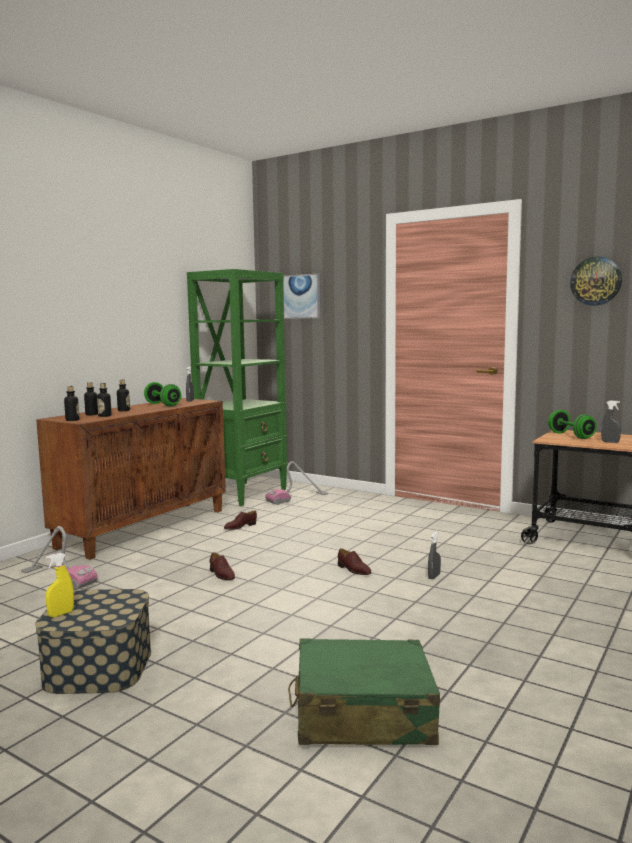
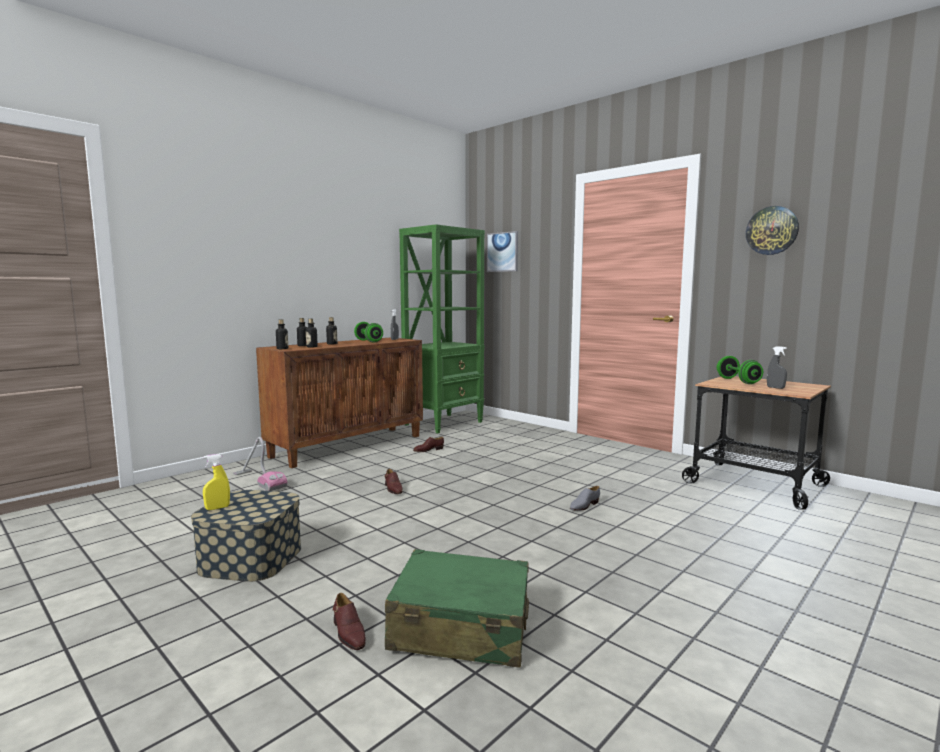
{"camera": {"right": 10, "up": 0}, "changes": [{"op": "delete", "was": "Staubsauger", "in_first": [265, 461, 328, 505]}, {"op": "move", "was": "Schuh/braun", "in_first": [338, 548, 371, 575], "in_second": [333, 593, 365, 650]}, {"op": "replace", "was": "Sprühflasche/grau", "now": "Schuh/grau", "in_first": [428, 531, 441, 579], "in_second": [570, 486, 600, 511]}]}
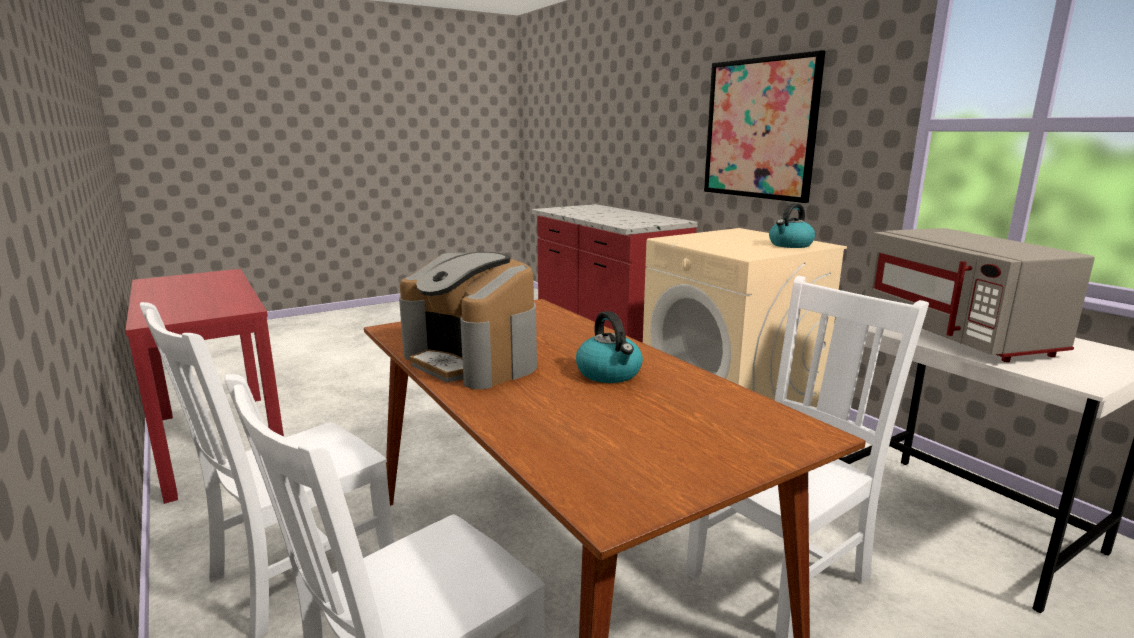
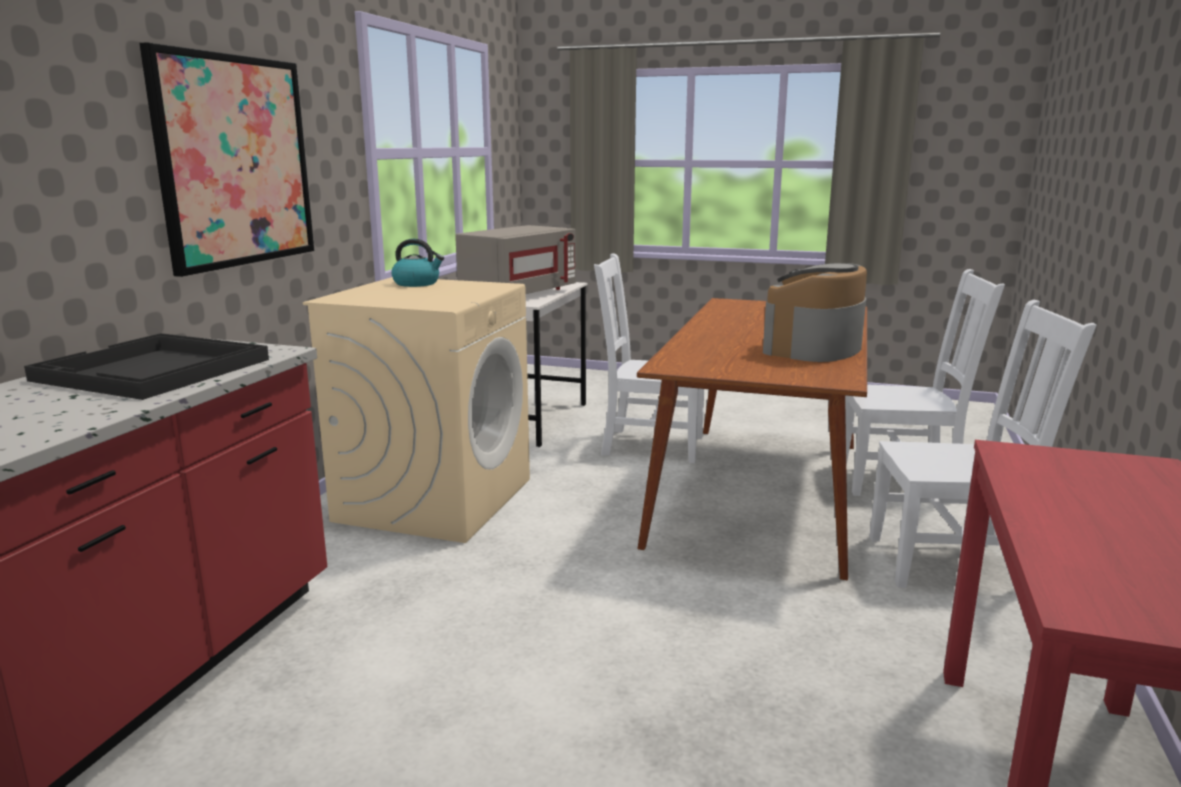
{"camera": {"right": -130, "up": 0}, "changes": [{"op": "rotate", "was": "Kaffeemaschine", "in_first": [399, 252, 537, 389], "in_second": [763, 263, 867, 362], "clockwise": -150}, {"op": "delete", "was": "Wasserkessel", "in_first": [576, 311, 643, 383]}, {"op": "insert", "now": "Tablett/schwarz", "in_second": [24, 333, 269, 400]}]}
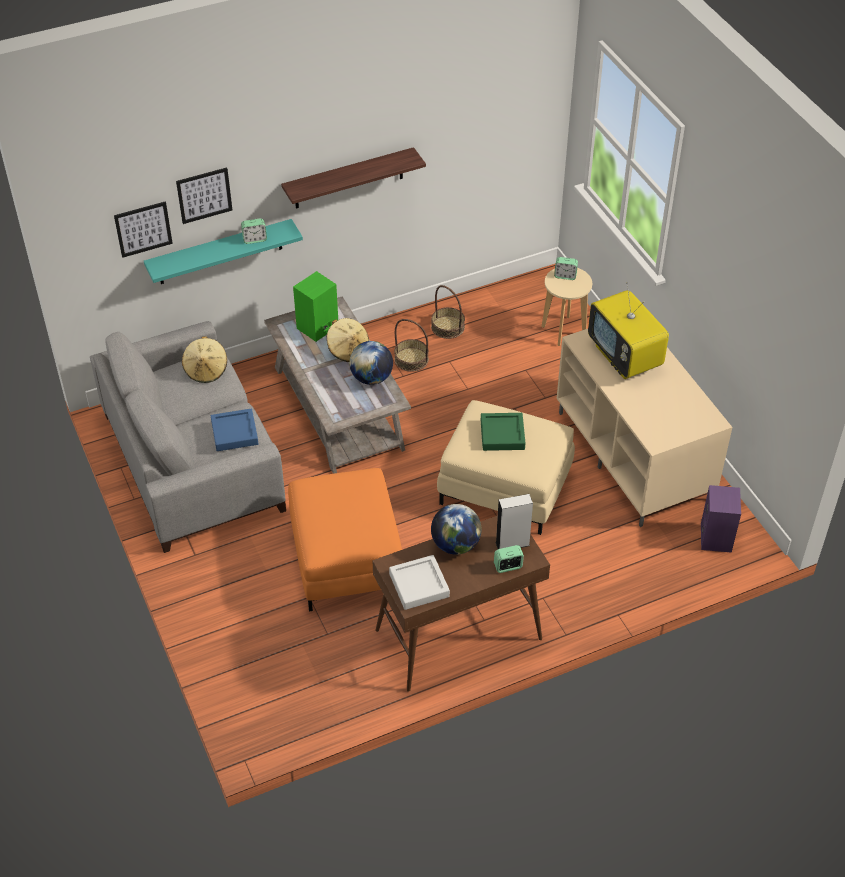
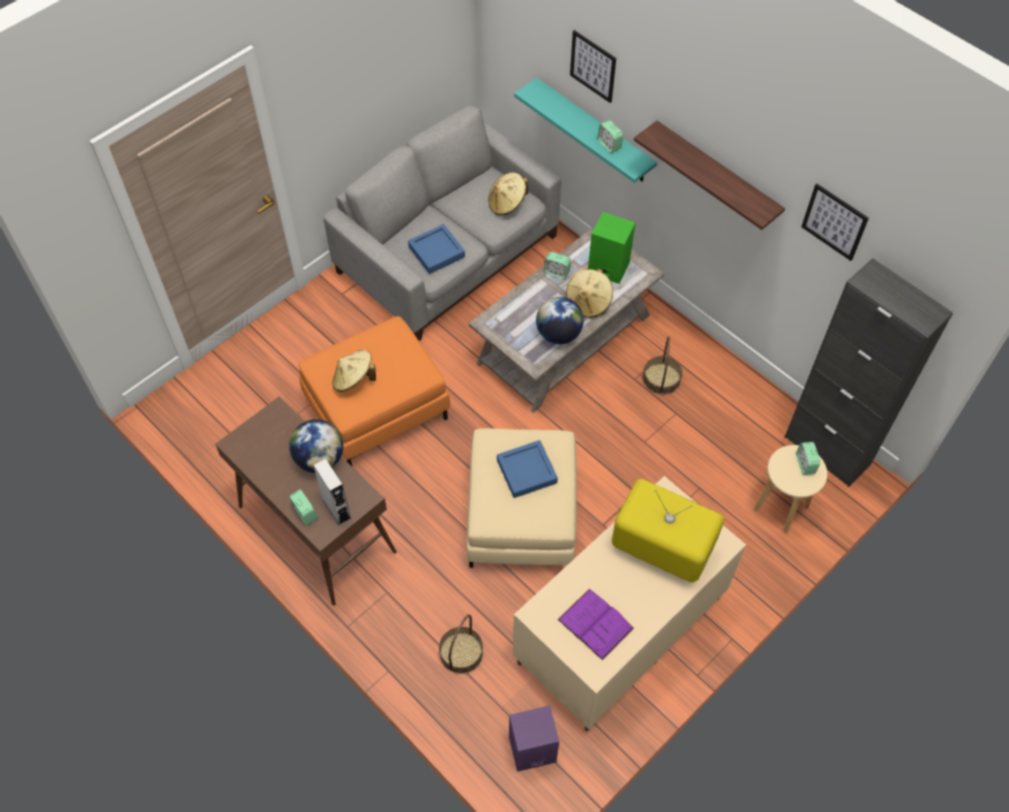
{"camera": {"right": 70, "up": 10}, "changes": [{"op": "move", "was": "Bild", "in_first": [114, 202, 173, 258], "in_second": [801, 183, 869, 261]}, {"op": "delete", "was": "Tablett/grau", "in_first": [389, 555, 450, 610]}, {"op": "move", "was": "Korb", "in_first": [431, 285, 465, 339], "in_second": [439, 614, 483, 674]}, {"op": "recolor", "was": "Tablett/grün", "now": "Tablett/blau", "in_first": [481, 413, 525, 451], "in_second": [497, 440, 558, 498]}, {"op": "rotate", "was": "Fernseher", "in_first": [588, 282, 669, 379], "in_second": [612, 479, 724, 582], "clockwise": 75}, {"op": "insert", "now": "Hut/beige", "in_second": [332, 350, 376, 392]}, {"op": "insert", "now": "Wecker", "in_second": [544, 252, 571, 279]}, {"op": "insert", "now": "Buch/lila", "in_second": [558, 589, 634, 661]}, {"op": "insert", "now": "Schrank/schwarz", "in_second": [785, 258, 953, 487]}]}
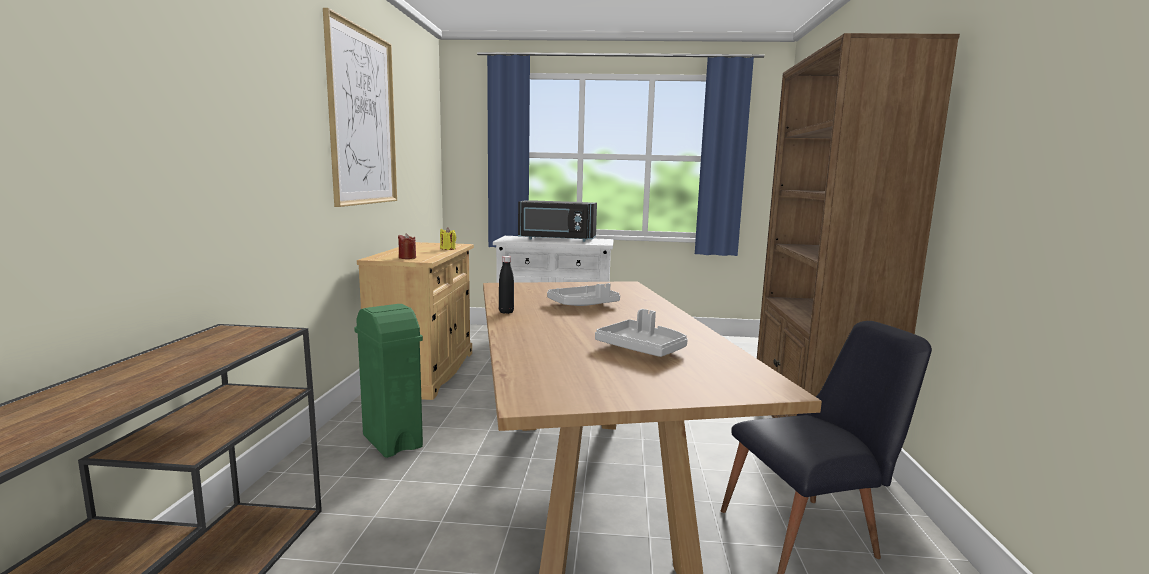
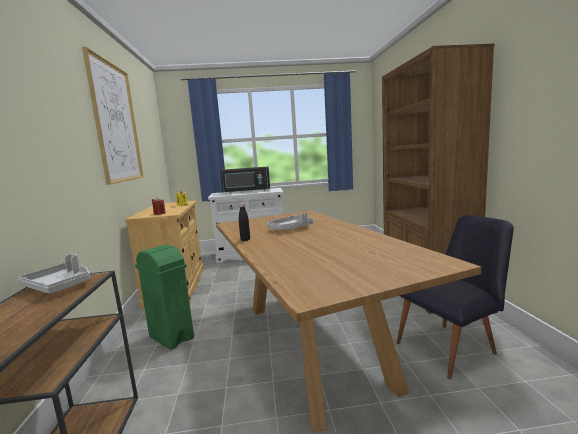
{"camera": {"right": -10, "up": 0}, "changes": [{"op": "move", "was": "Tablett/grau", "in_first": [595, 309, 688, 357], "in_second": [18, 254, 90, 294]}]}
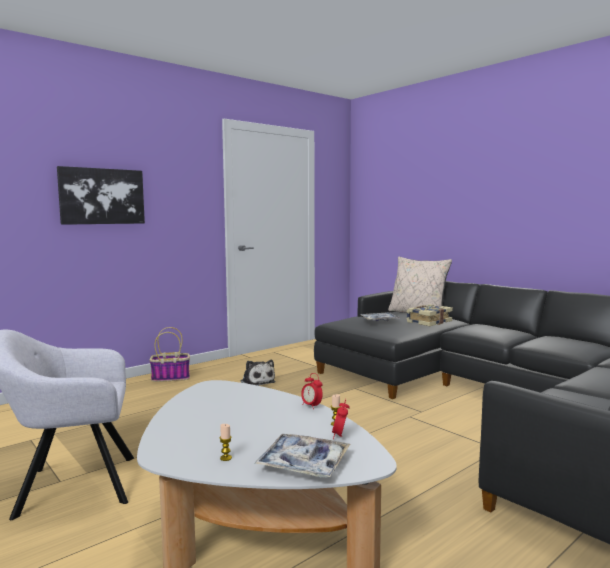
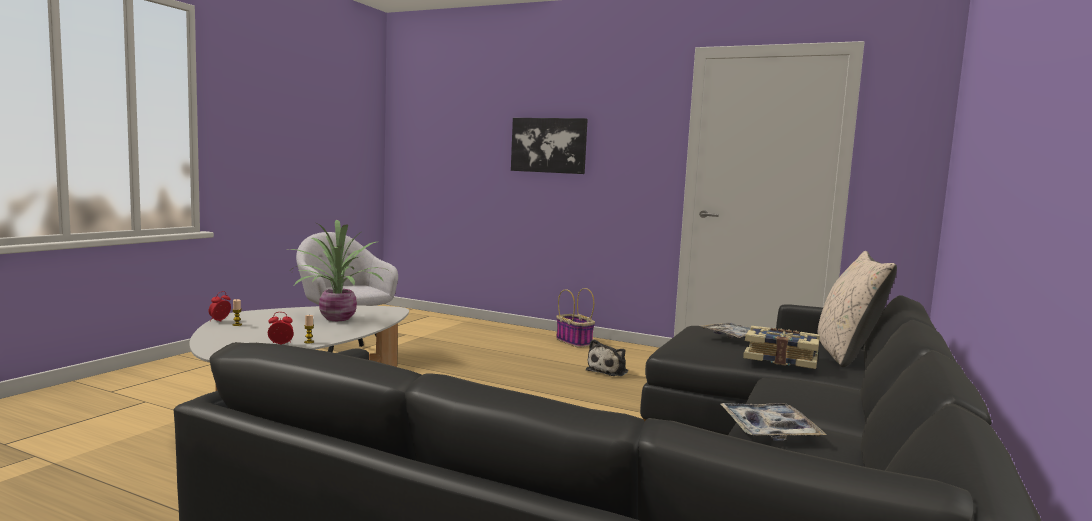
{"camera": {"right": 65, "up": 0}, "changes": [{"op": "move", "was": "Tablett", "in_first": [254, 434, 350, 478], "in_second": [721, 403, 827, 441]}, {"op": "move", "was": "Wecker", "in_first": [301, 373, 323, 410], "in_second": [209, 291, 231, 322]}, {"op": "insert", "now": "Topfpflanze", "in_second": [286, 220, 388, 321]}]}
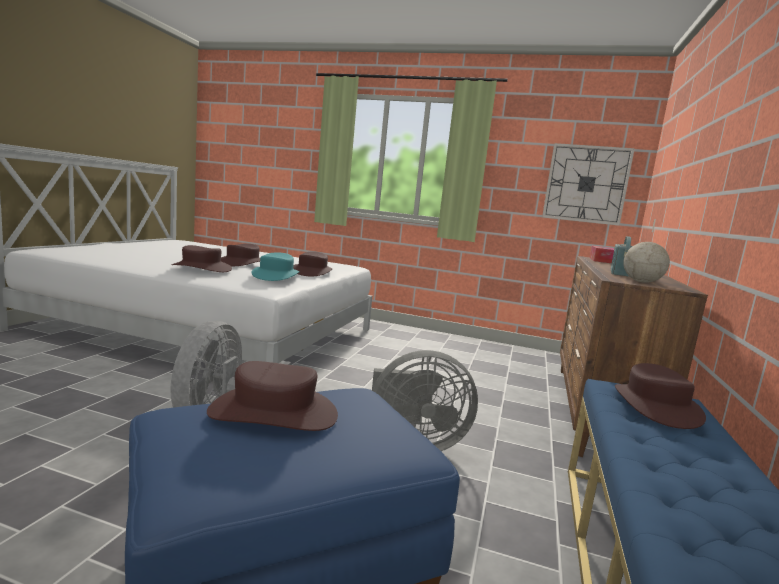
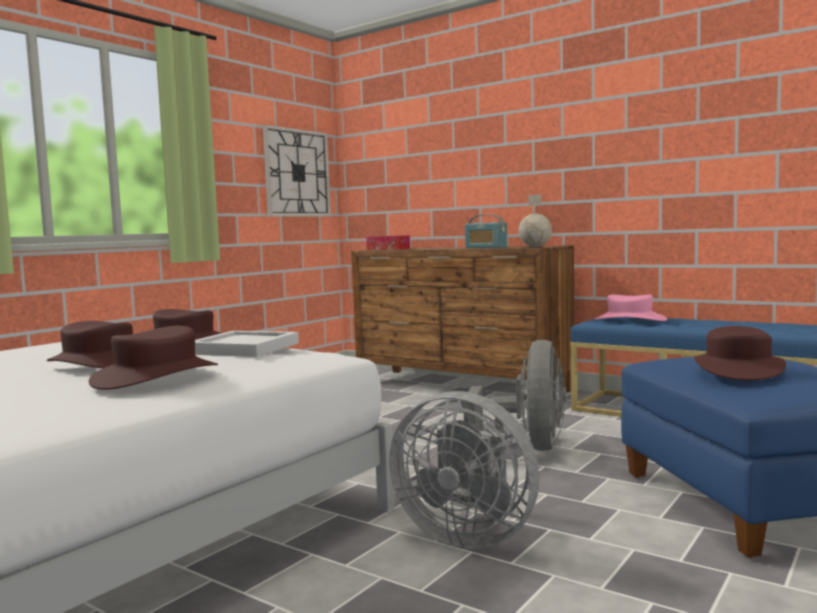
{"camera": {"right": -70, "up": -5}, "changes": [{"op": "replace", "was": "Hut/türkis", "now": "Tablett/weiß", "in_first": [252, 252, 300, 281], "in_second": [195, 331, 299, 357]}, {"op": "recolor", "was": "Hut/braun", "now": "Hut/rosa", "in_first": [615, 363, 706, 429], "in_second": [595, 294, 667, 321]}]}
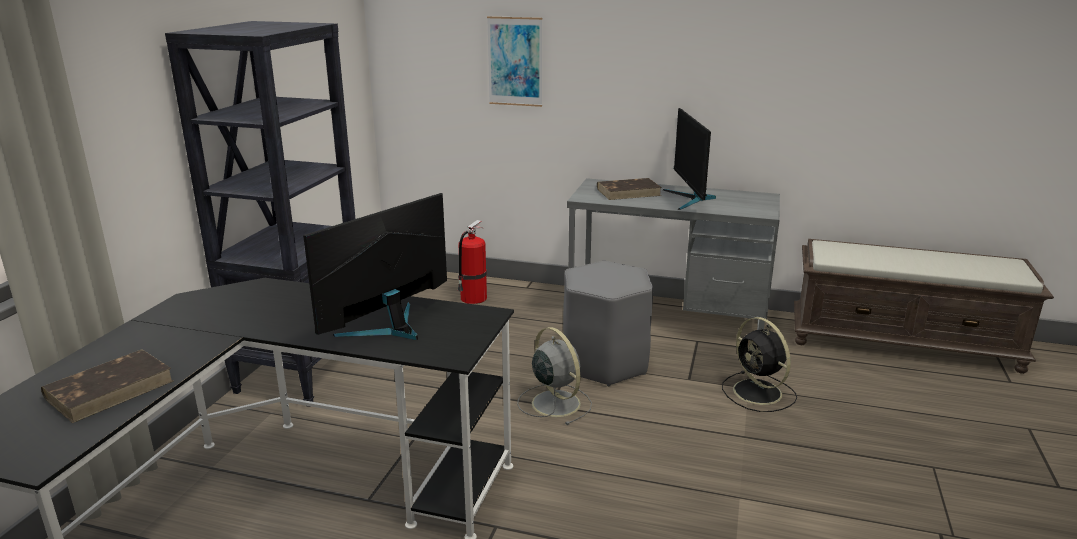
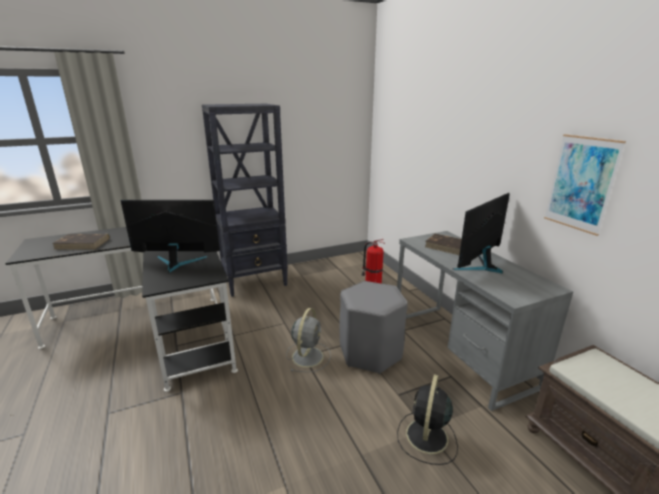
{"camera": {"right": 50, "up": 0}, "changes": [{"op": "move", "was": "Bild", "in_first": [487, 16, 542, 107], "in_second": [544, 134, 626, 236]}]}
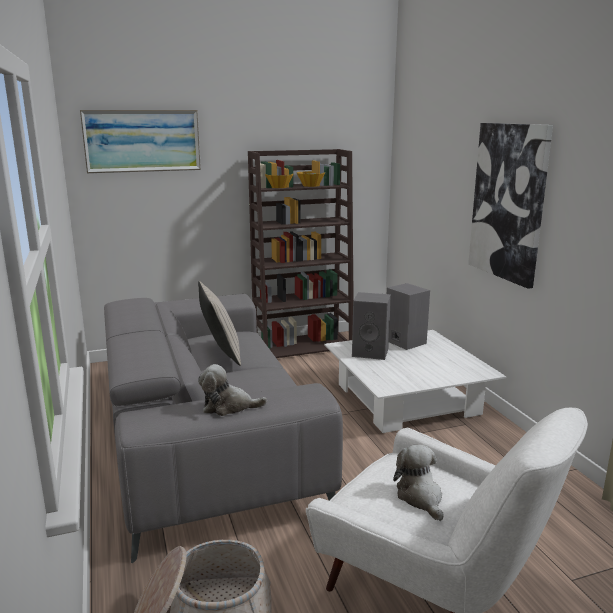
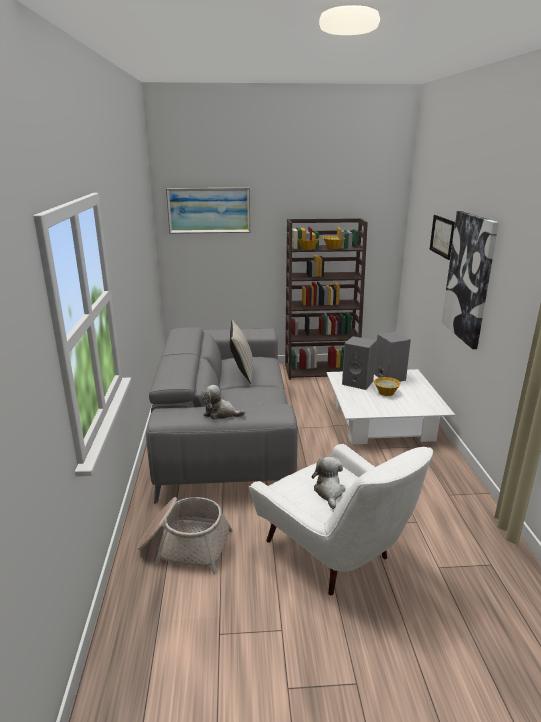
{"camera": {"right": 15, "up": 5}, "changes": [{"op": "insert", "now": "Schüssel", "in_second": [374, 377, 401, 396]}, {"op": "insert", "now": "Bild", "in_second": [430, 215, 455, 260]}]}
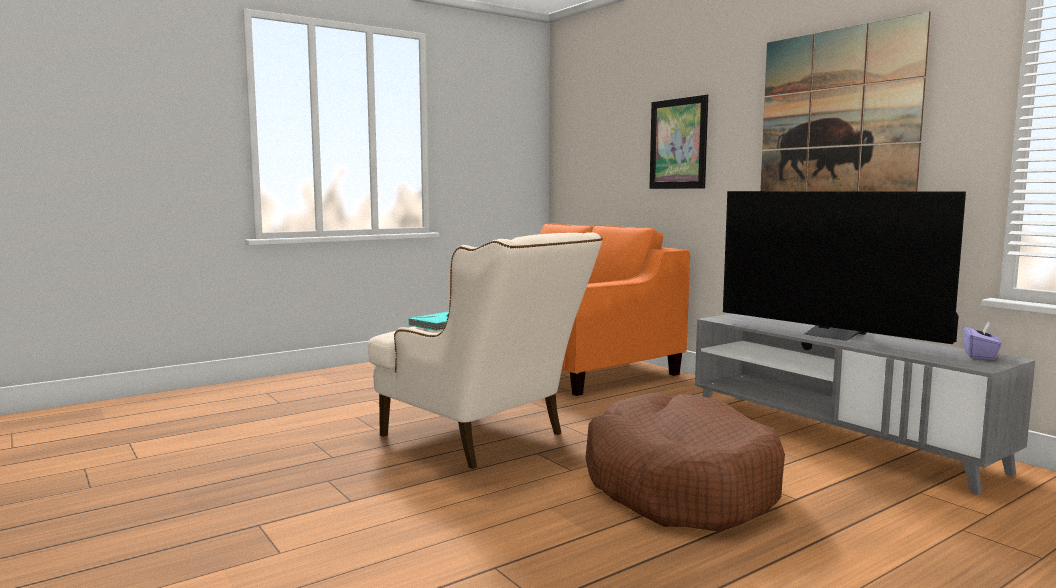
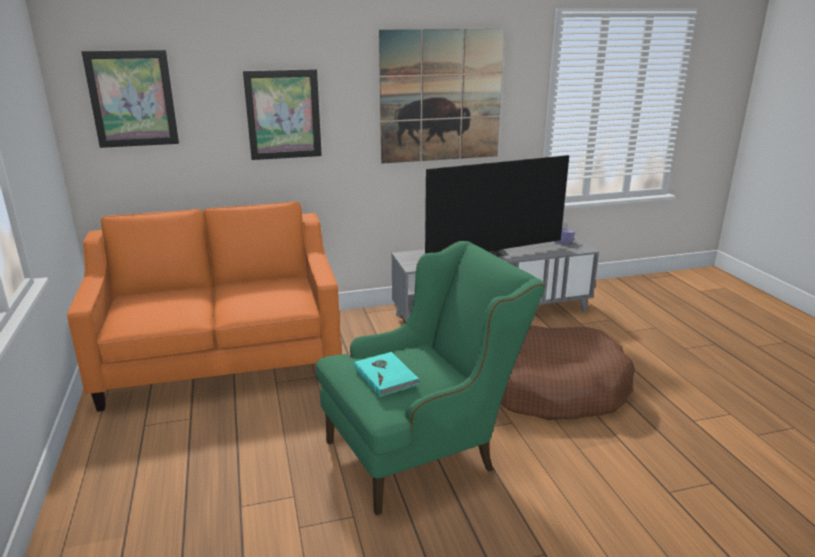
{"camera": {"right": -70, "up": 15}, "changes": [{"op": "recolor", "was": "Sessel/beige", "now": "Sessel/grün", "in_first": [368, 233, 603, 469], "in_second": [316, 241, 546, 516]}, {"op": "insert", "now": "Bild", "in_second": [82, 50, 179, 148]}]}
